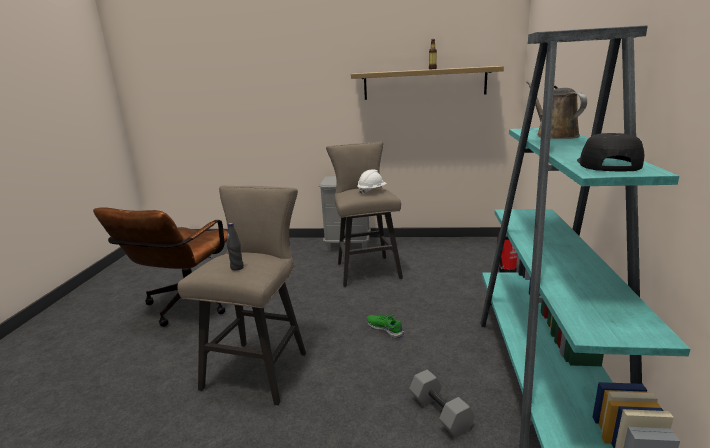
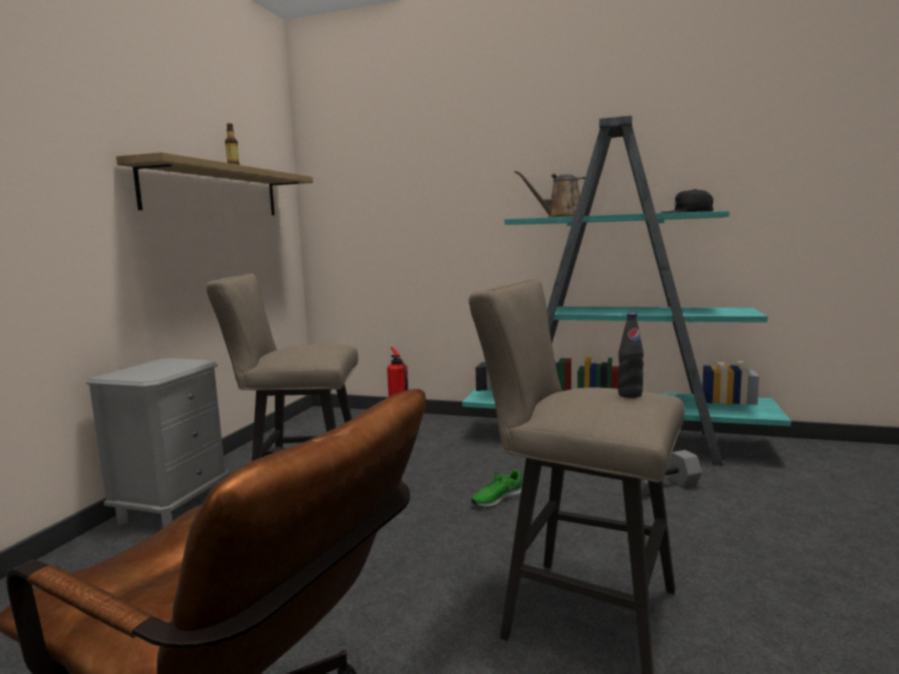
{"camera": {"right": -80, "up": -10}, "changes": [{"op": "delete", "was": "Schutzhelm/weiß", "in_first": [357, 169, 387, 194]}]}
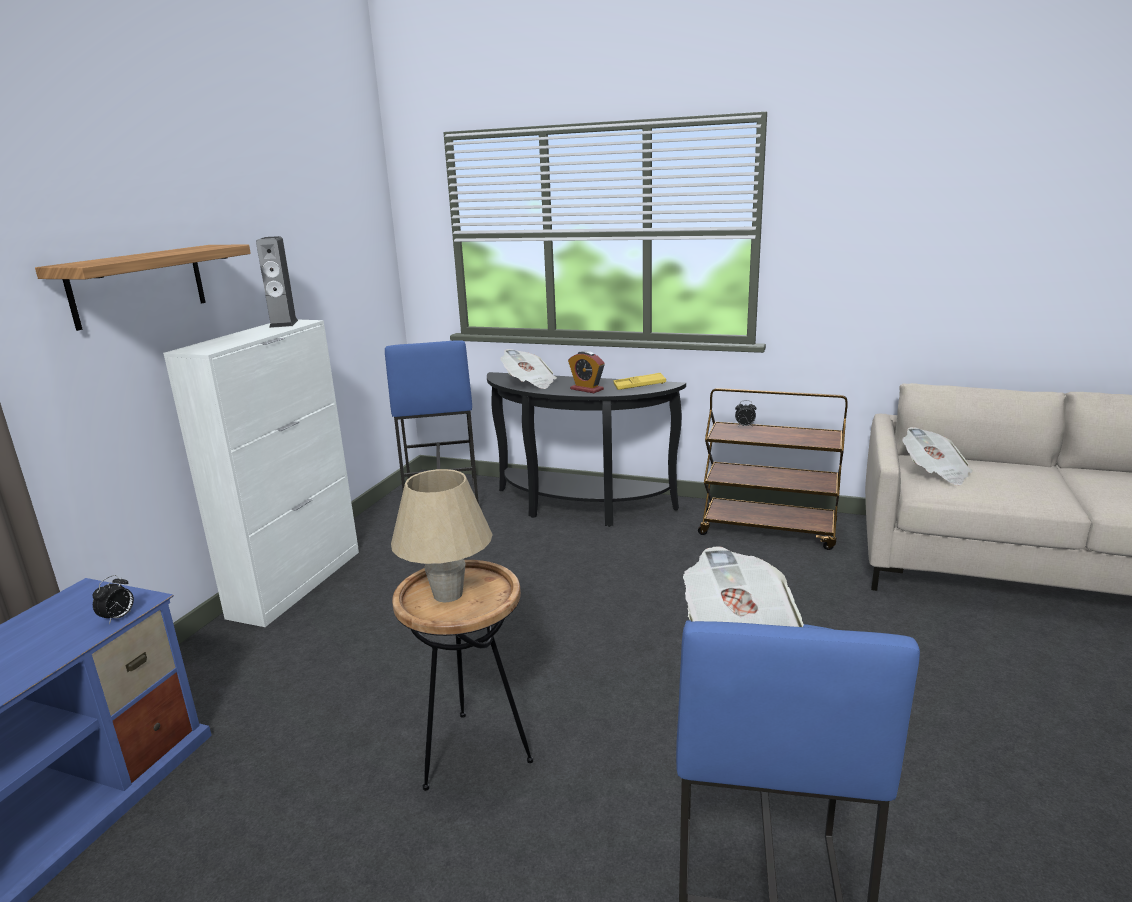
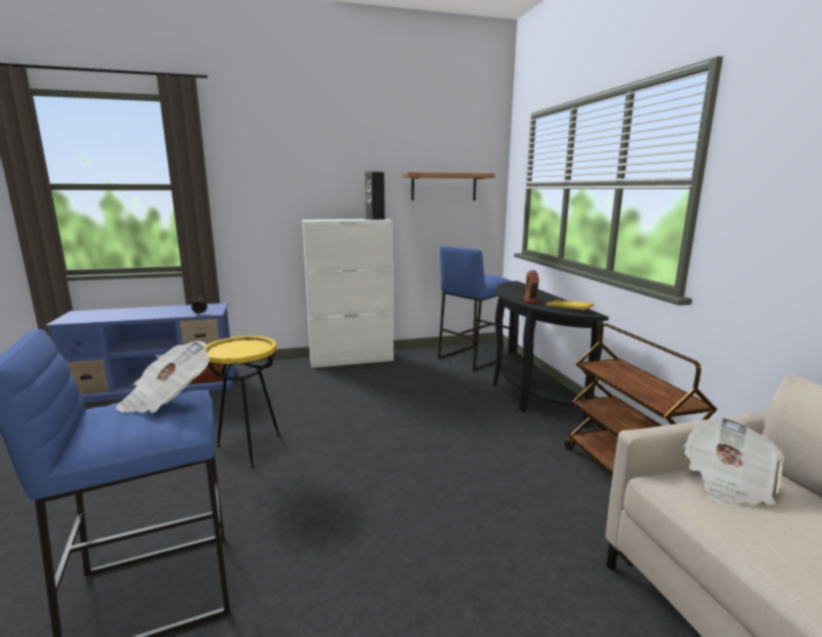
{"camera": {"right": 55, "up": -5}, "changes": [{"op": "move", "was": "Wandregal", "in_first": [35, 244, 251, 331], "in_second": [402, 172, 495, 201]}, {"op": "delete", "was": "Tischlampe/beige", "in_first": [391, 469, 493, 602]}, {"op": "recolor", "was": "Beistelltisch/braun", "now": "Beistelltisch/gelb", "in_first": [392, 560, 533, 791], "in_second": [204, 336, 280, 468]}, {"op": "delete", "was": "Zeitung", "in_first": [500, 349, 557, 389]}, {"op": "delete", "was": "Wecker", "in_first": [735, 400, 756, 427]}]}
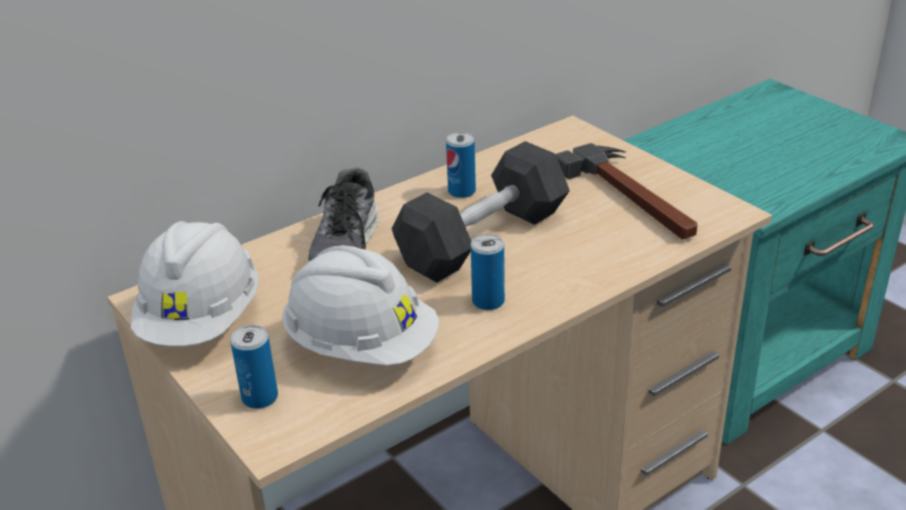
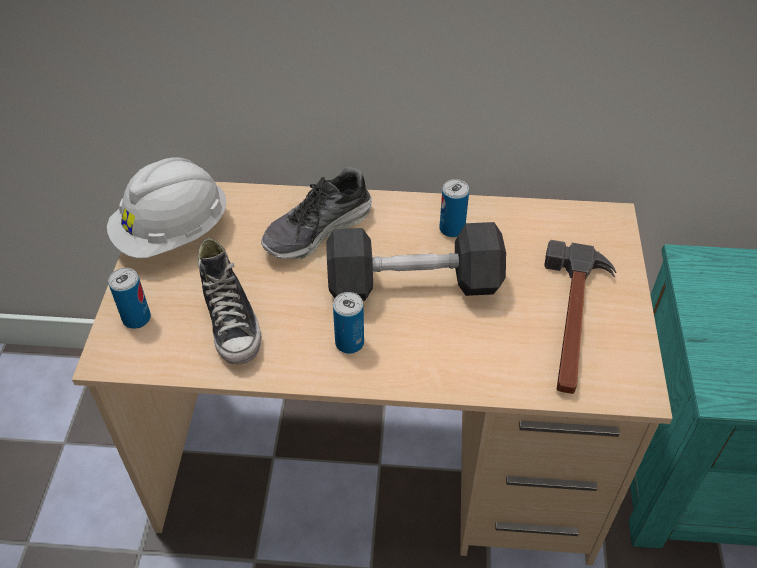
{"camera": {"right": 40, "up": 15}, "changes": [{"op": "replace", "was": "Schutzhelm/weiß", "now": "Schuh", "in_first": [282, 245, 439, 366], "in_second": [198, 238, 261, 364]}]}
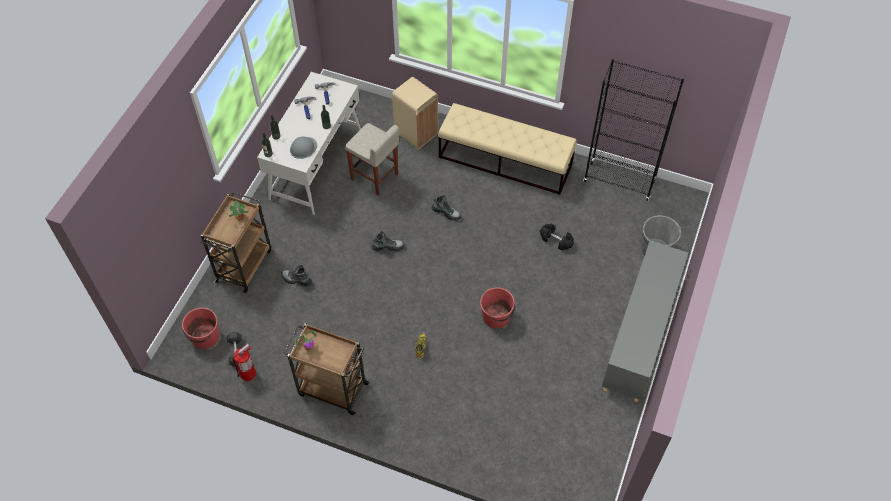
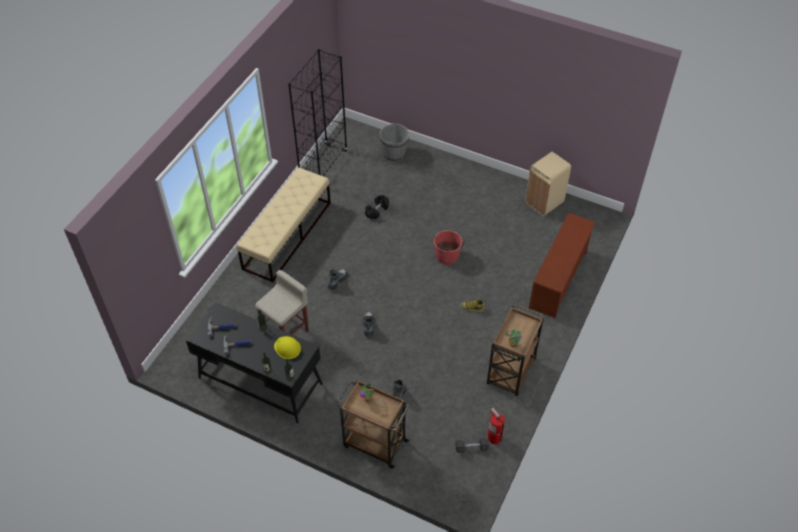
{"camera": {"right": -85, "up": -5}, "changes": [{"op": "delete", "was": "Eimer/rot", "in_first": [182, 308, 219, 349]}, {"op": "recolor", "was": "Schreibtisch/weiß", "now": "Schreibtisch/schwarz", "in_first": [257, 72, 361, 215], "in_second": [186, 302, 323, 423]}, {"op": "recolor", "was": "Schutzhelm/grau", "now": "Schutzhelm/gelb", "in_first": [290, 137, 317, 159], "in_second": [274, 336, 301, 359]}, {"op": "move", "was": "Mülleimer/beige", "in_first": [392, 77, 438, 149], "in_second": [525, 152, 571, 216]}, {"op": "delete", "was": "Schrank/grau", "in_first": [601, 241, 688, 402]}, {"op": "insert", "now": "Schuhregal/braun", "in_second": [529, 213, 596, 318]}]}
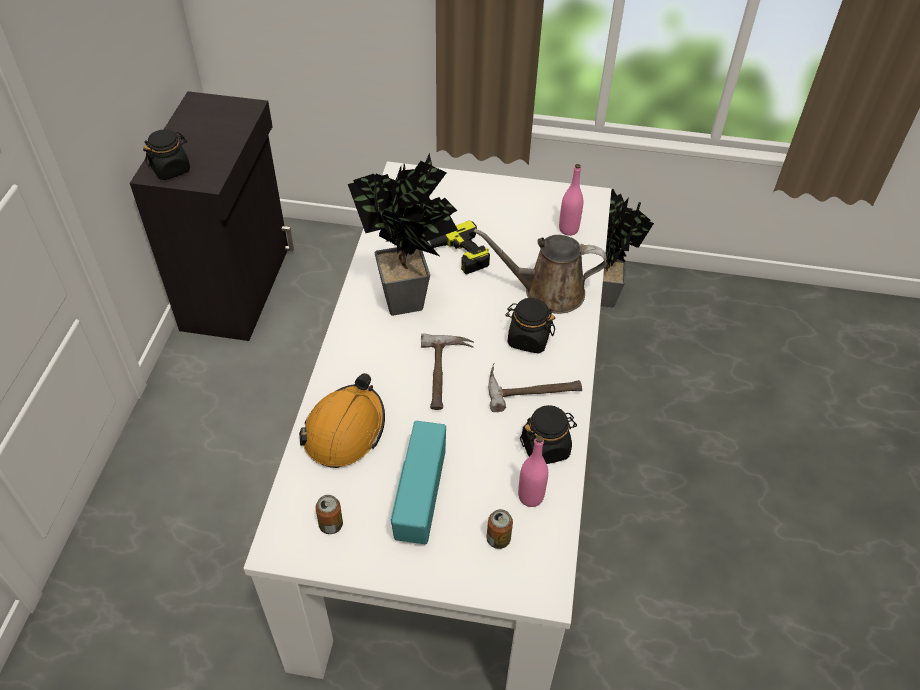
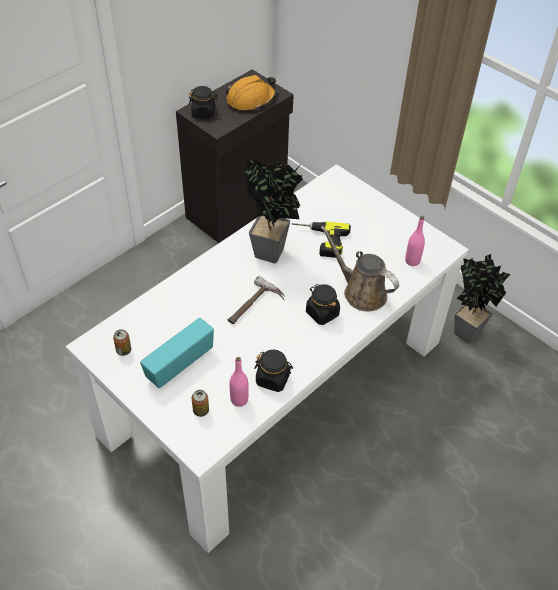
{"camera": {"right": 35, "up": 0}, "changes": [{"op": "move", "was": "Schutzhelm/orange", "in_first": [299, 373, 385, 468], "in_second": [226, 75, 276, 110]}, {"op": "delete", "was": "Hammer", "in_first": [488, 364, 582, 412]}]}
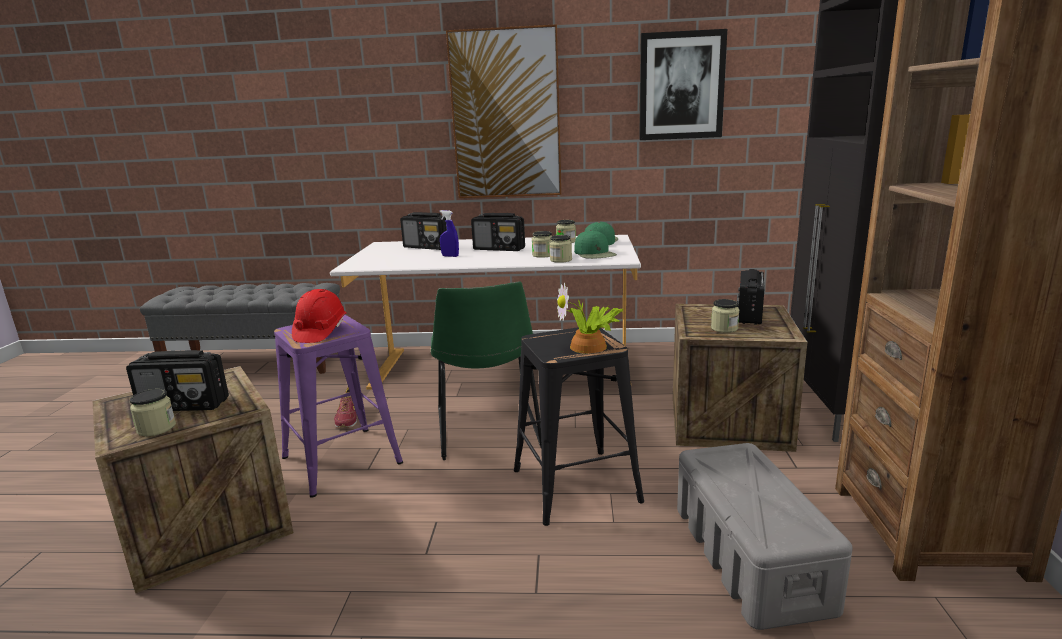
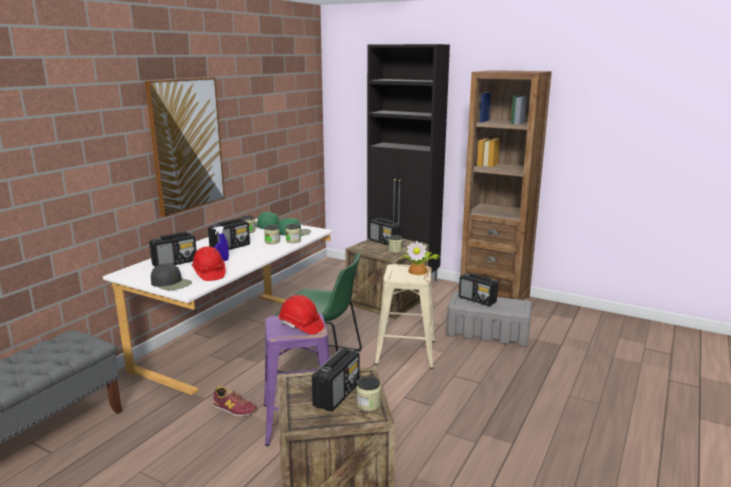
{"camera": {"right": -65, "up": 0}, "changes": [{"op": "recolor", "was": "Hocker/schwarz", "now": "Hocker/beige", "in_first": [514, 327, 644, 526], "in_second": [374, 264, 435, 369]}, {"op": "delete", "was": "Bild", "in_first": [639, 29, 727, 140]}, {"op": "insert", "now": "Kappe/schwarz", "in_second": [151, 263, 192, 290]}, {"op": "insert", "now": "Schutzhelm/rot", "in_second": [192, 246, 226, 281]}, {"op": "insert", "now": "Radio", "in_second": [459, 273, 498, 306]}]}
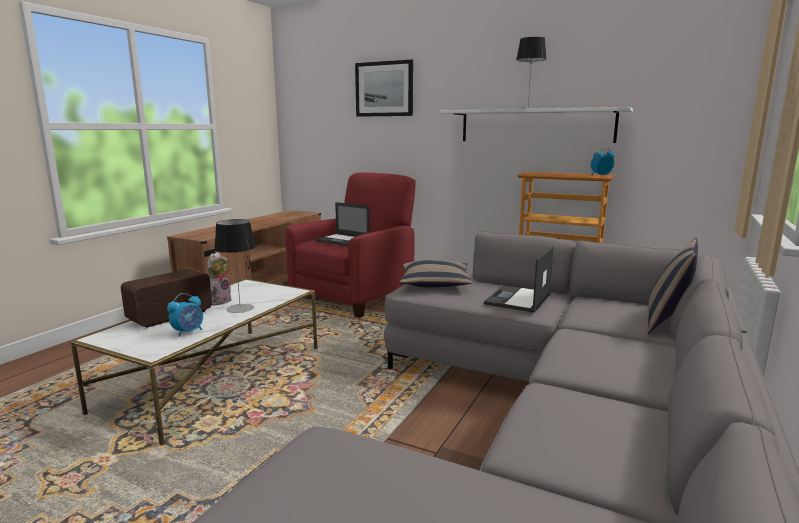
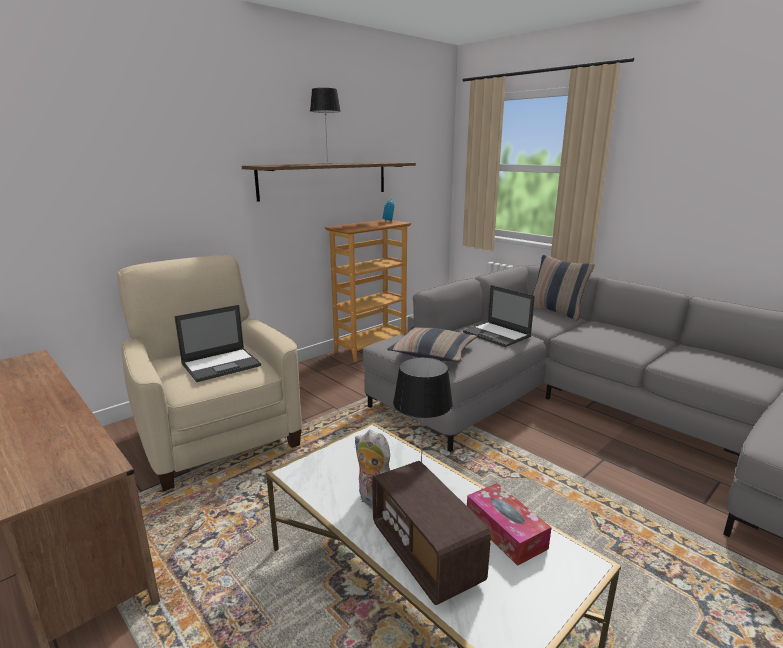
{"camera": {"right": -70, "up": 5}, "changes": [{"op": "replace", "was": "Wecker", "now": "Taschentuchbox", "in_first": [167, 293, 203, 337], "in_second": [467, 483, 552, 566]}, {"op": "recolor", "was": "Sessel/rot", "now": "Sessel/beige", "in_first": [286, 172, 416, 318], "in_second": [117, 255, 302, 491]}, {"op": "delete", "was": "Bild", "in_first": [355, 59, 413, 117]}, {"op": "recolor", "was": "Wandregal/weiß", "now": "Wandregal/braun", "in_first": [440, 107, 633, 143], "in_second": [242, 162, 416, 202]}]}
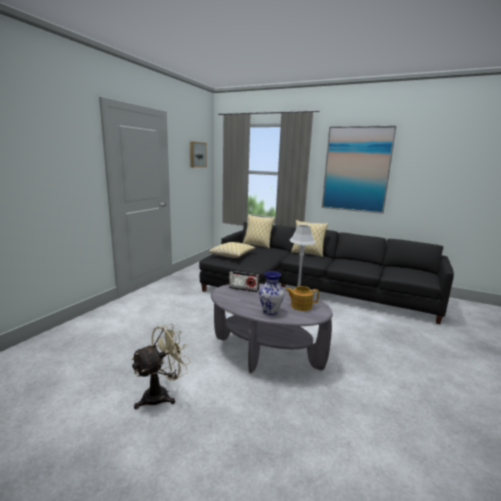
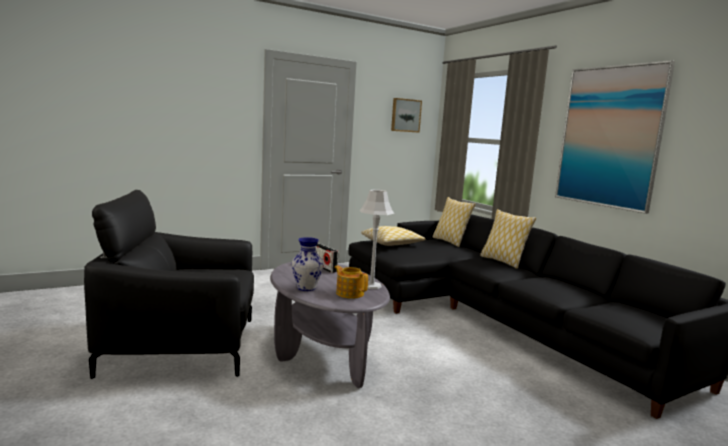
{"camera": {"right": 35, "up": -5}, "changes": [{"op": "replace", "was": "Ventilator/beige", "now": "Sessel/schwarz", "in_first": [131, 324, 191, 409], "in_second": [84, 190, 254, 379]}]}
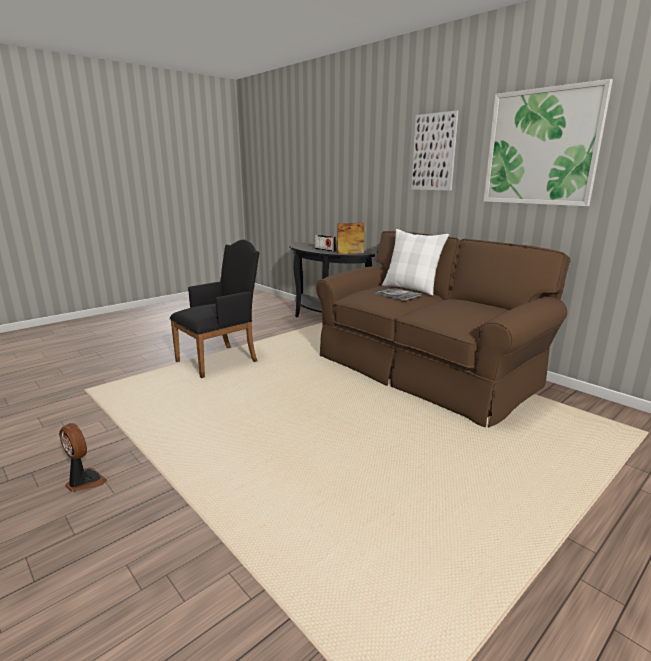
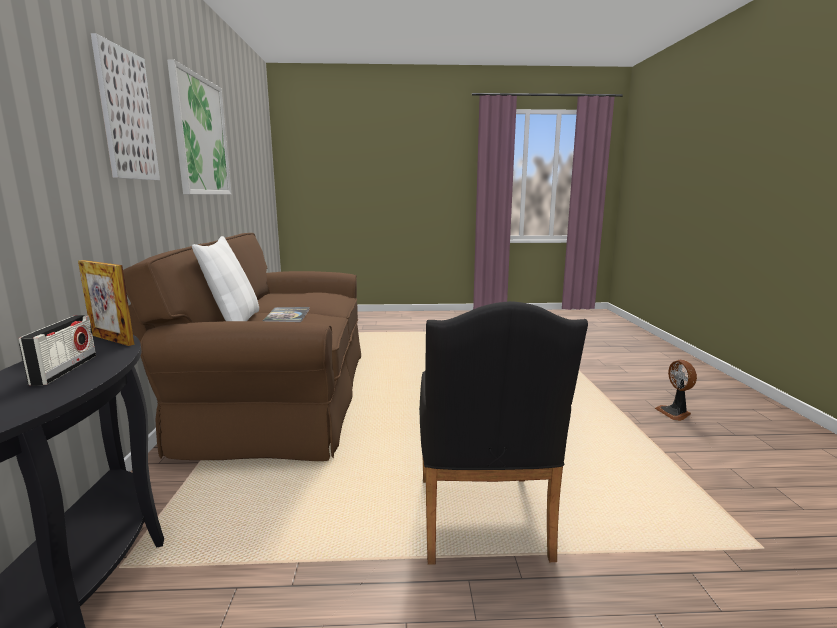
{"camera": {"right": -140, "up": -5}, "changes": [{"op": "rotate", "was": "Sessel/schwarz", "in_first": [170, 240, 259, 378], "in_second": [419, 301, 588, 565], "clockwise": -90}]}
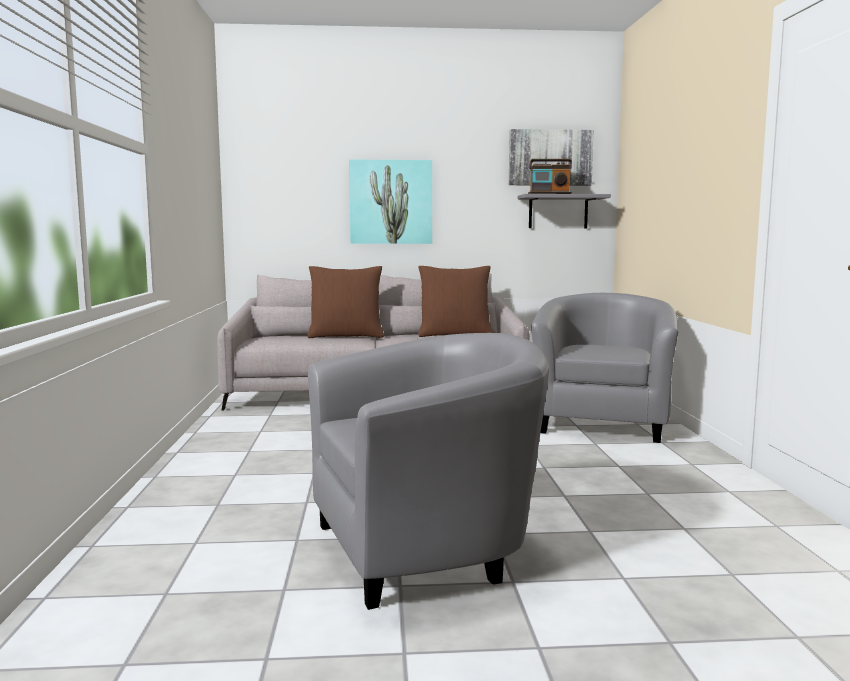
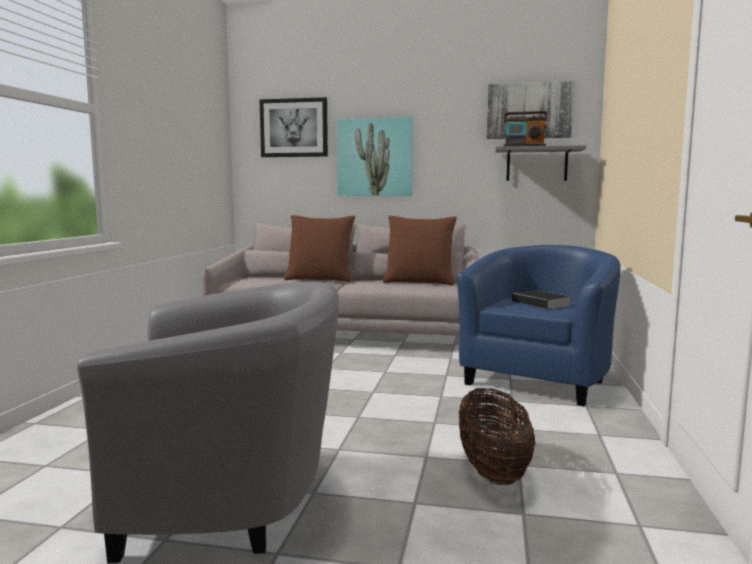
{"camera": {"right": 15, "up": 0}, "changes": [{"op": "recolor", "was": "Sessel/grau", "now": "Sessel/blau", "in_first": [531, 293, 679, 443], "in_second": [456, 245, 621, 406]}, {"op": "insert", "now": "Bild", "in_second": [260, 97, 328, 157]}, {"op": "insert", "now": "Korb", "in_second": [459, 388, 536, 485]}, {"op": "insert", "now": "Buch", "in_second": [512, 290, 571, 310]}]}
